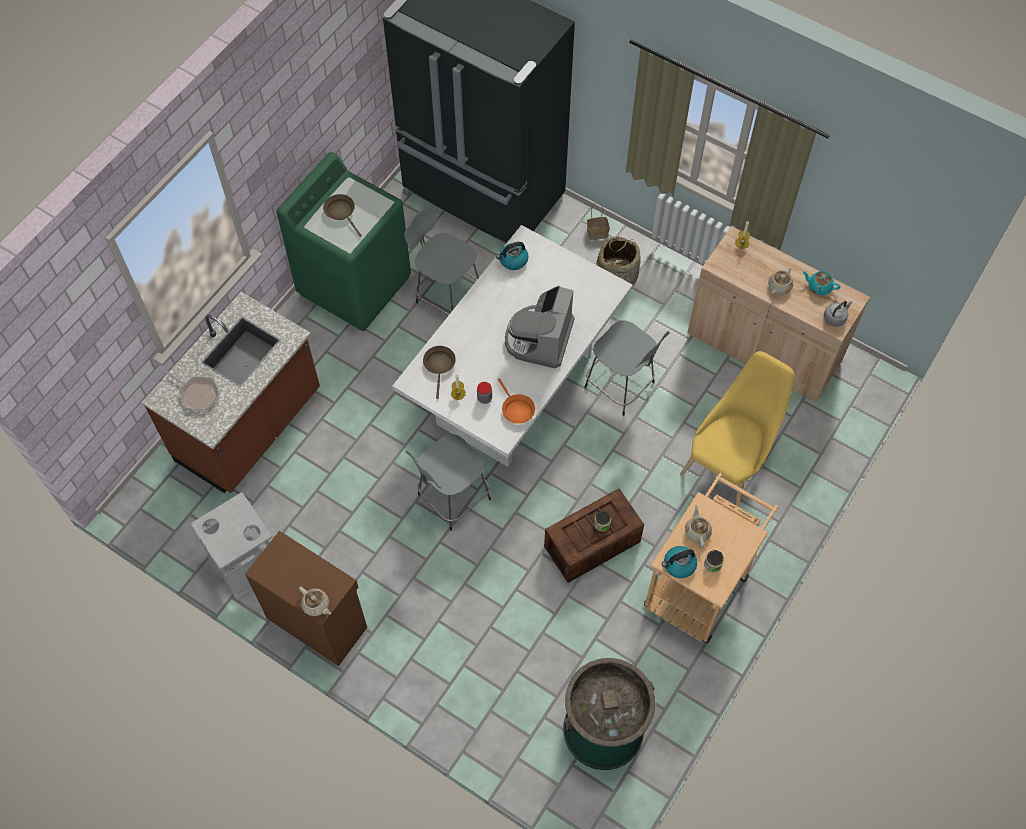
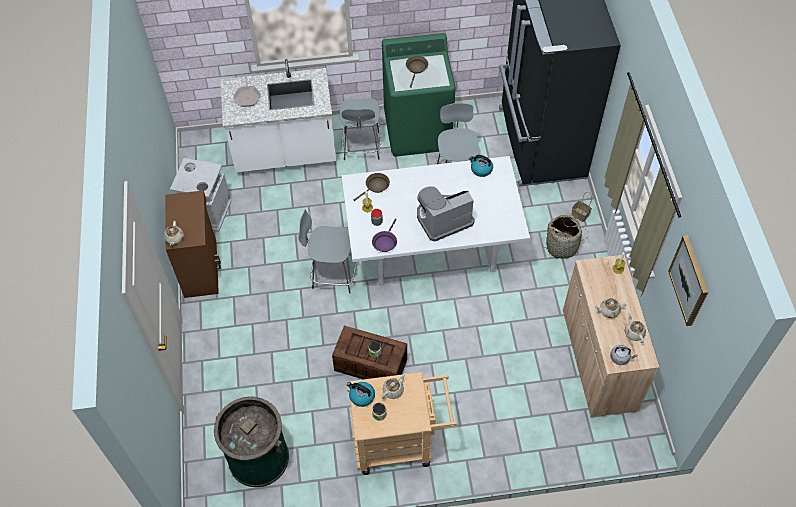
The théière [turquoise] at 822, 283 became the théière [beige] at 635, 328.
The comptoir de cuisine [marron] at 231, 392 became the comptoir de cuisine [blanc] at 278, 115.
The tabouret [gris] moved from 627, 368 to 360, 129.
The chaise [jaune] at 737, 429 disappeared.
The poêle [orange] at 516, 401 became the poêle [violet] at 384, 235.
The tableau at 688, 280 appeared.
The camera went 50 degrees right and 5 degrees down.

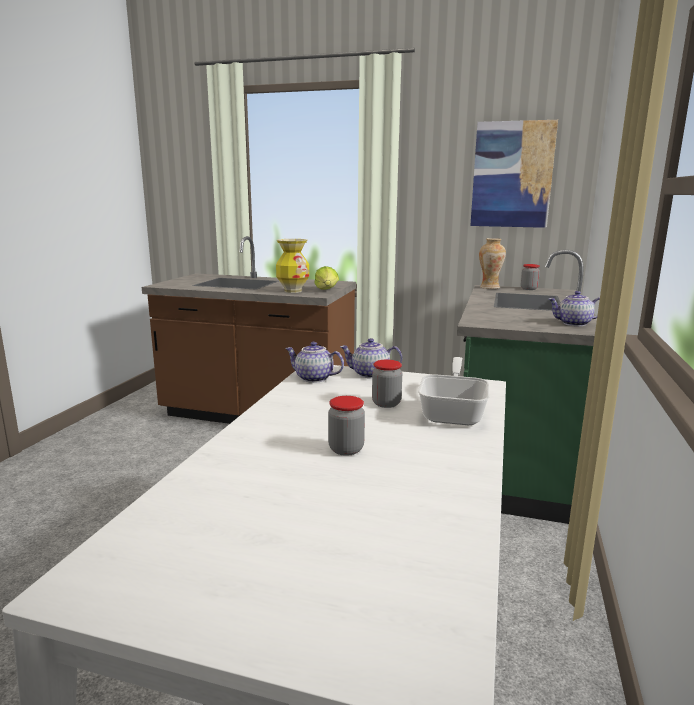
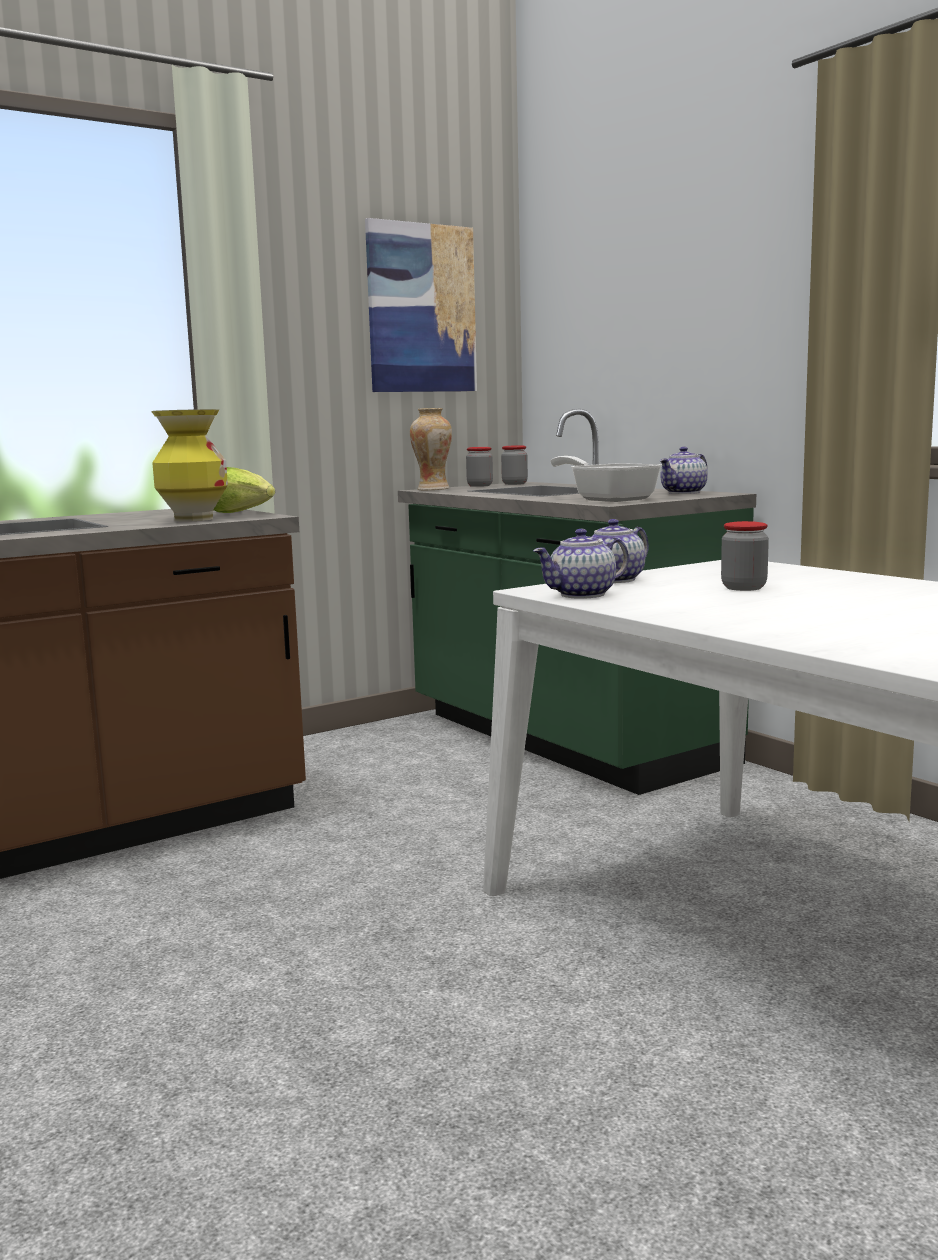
The poêle moved from 454, 391 to 606, 479.
The bocal moved from 346, 426 to 514, 465.
The camera went 50 degrees left and 5 degrees down.

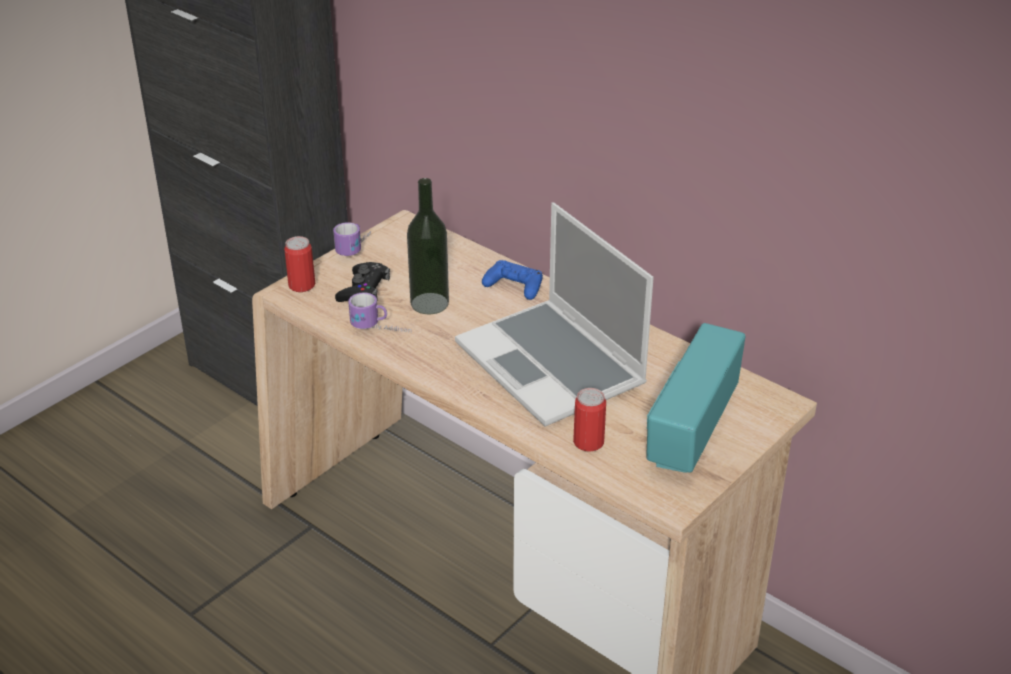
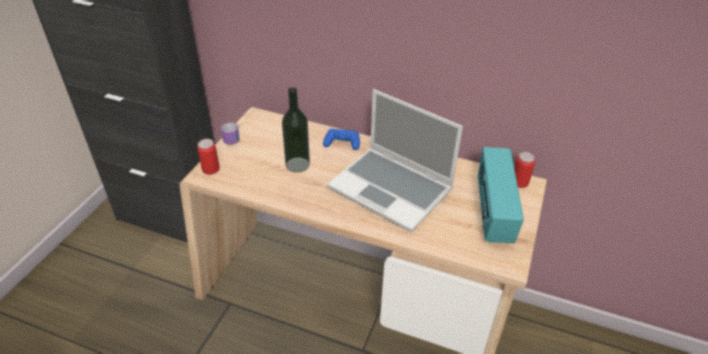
The manette [noir] at 362, 282 disappeared.
The mug at 380, 313 disappeared.
The boîte métallique moved from 589, 420 to 524, 170.
The camera went 20 degrees left and 5 degrees up.

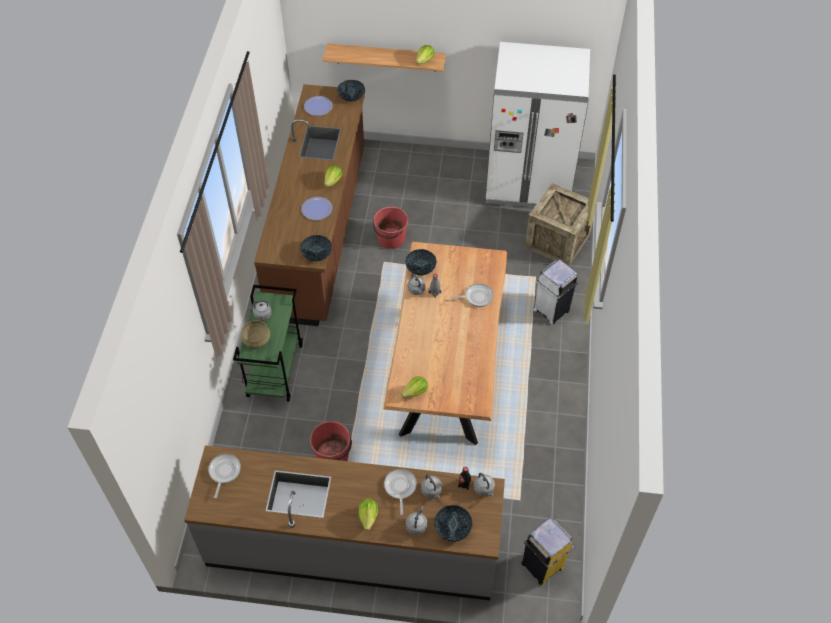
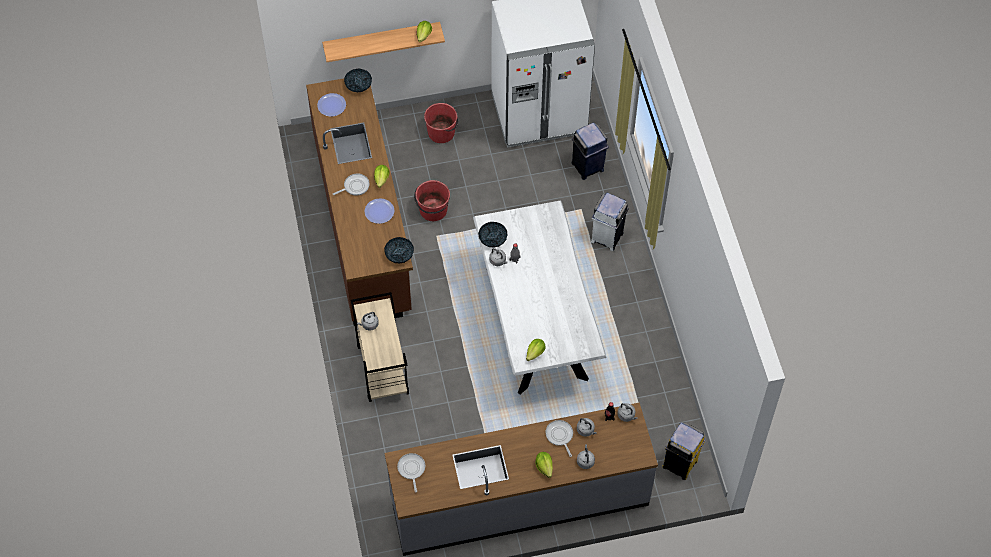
The caisse at 560, 224 was replaced by the poubelle [bleu] at 590, 151.
The table à manger [marron] at 445, 343 became the table à manger [blanc] at 540, 297.
The poêle moved from 472, 295 to 351, 184.
The chariot [vert] at 268, 343 became the chariot [beige] at 380, 347.
The marmite [beige] at 255, 334 disappeared.
The seau [rouge] moved from 331, 441 to 441, 123.
The bol at 453, 523 disappeared.
The camera went 20 degrees left and 5 degrees up.

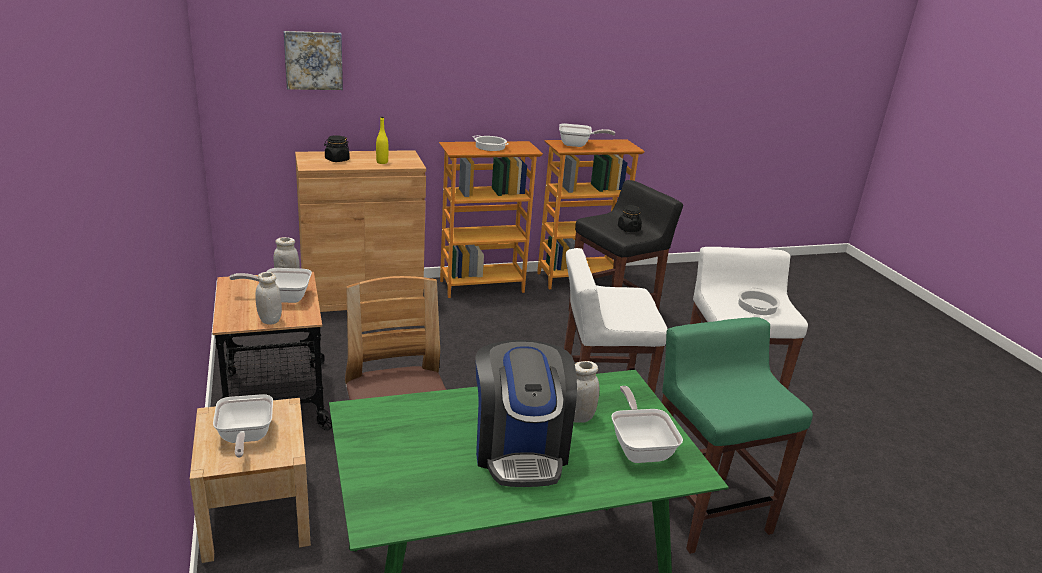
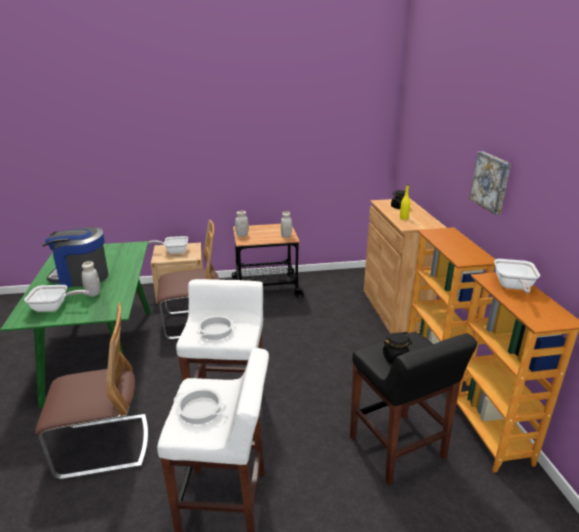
The tableau moved from 313, 60 to 490, 183.
The marmite moved from 491, 143 to 215, 327.
The poêle at 270, 285 disappeared.
The tabouret [vert] at 737, 435 was replaced by the chaise at 91, 391.
The camera went 100 degrees right and 0 degrees up.

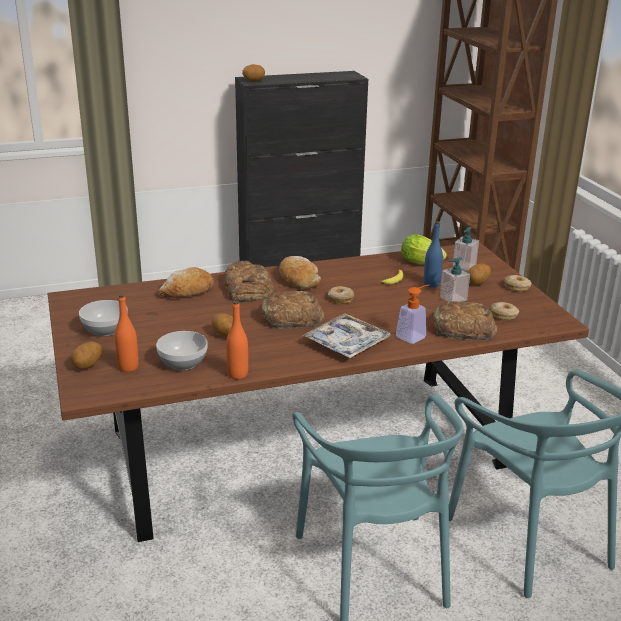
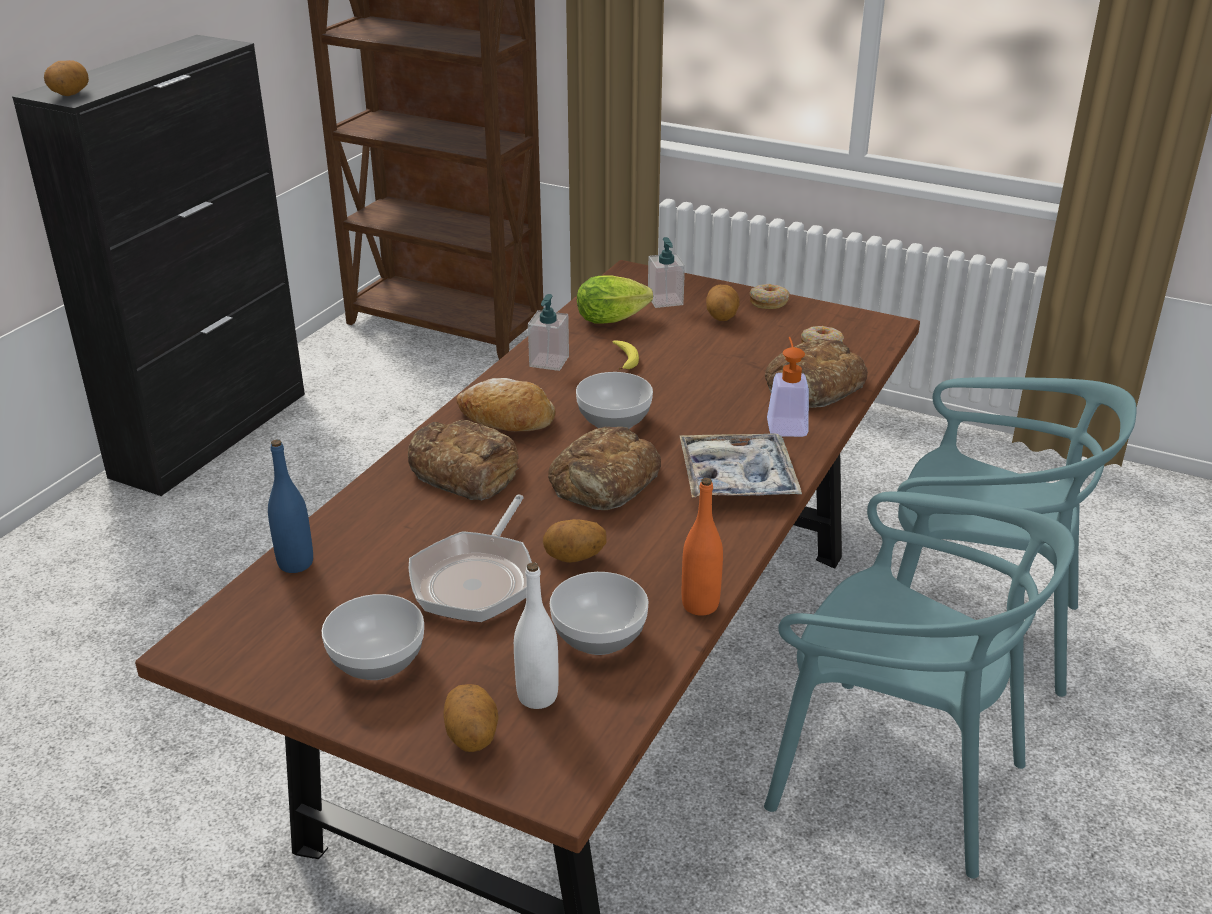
The bouteille [bleu] moved from 433, 255 to 290, 506.
The distributeur de savon moved from 455, 279 to 548, 332.
The pain at 186, 282 disappeared.
The beignet at 341, 295 was replaced by the bol at 614, 400.
The bouteille [orange] at 127, 333 became the bouteille [blanc] at 536, 635.
The poêle at 470, 558 appeared.
The camera went 45 degrees left and 5 degrees up.

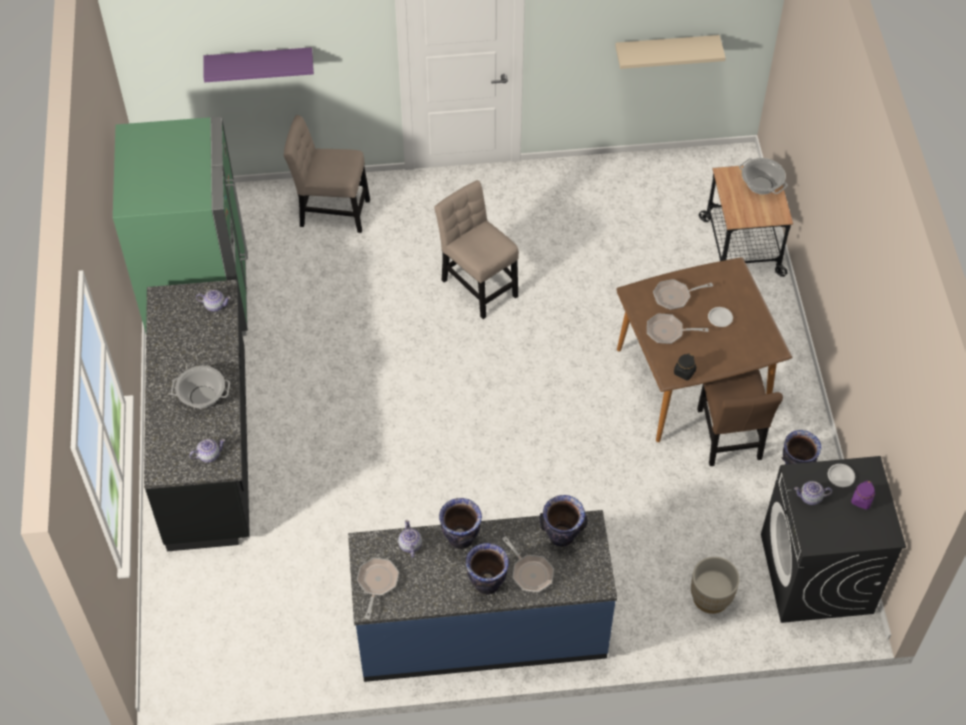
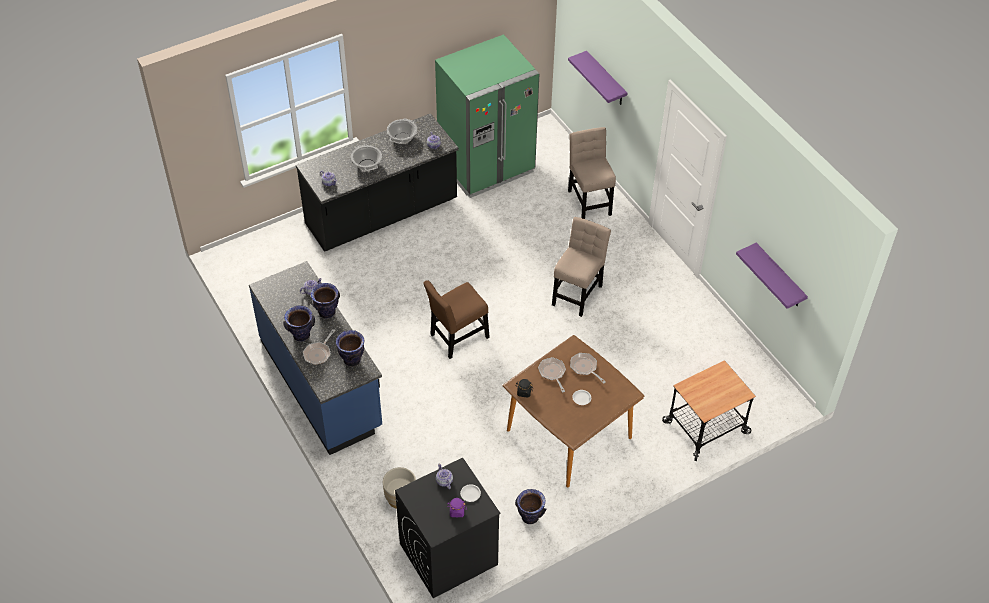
The étagère [beige] at 670, 52 became the étagère [violet] at 772, 276.
The marmite moved from 763, 176 to 402, 131.
The chaise [marron] moved from 740, 417 to 456, 319.
The poêle at 378, 588 disappeared.
The camera went 65 degrees right and 5 degrees down.

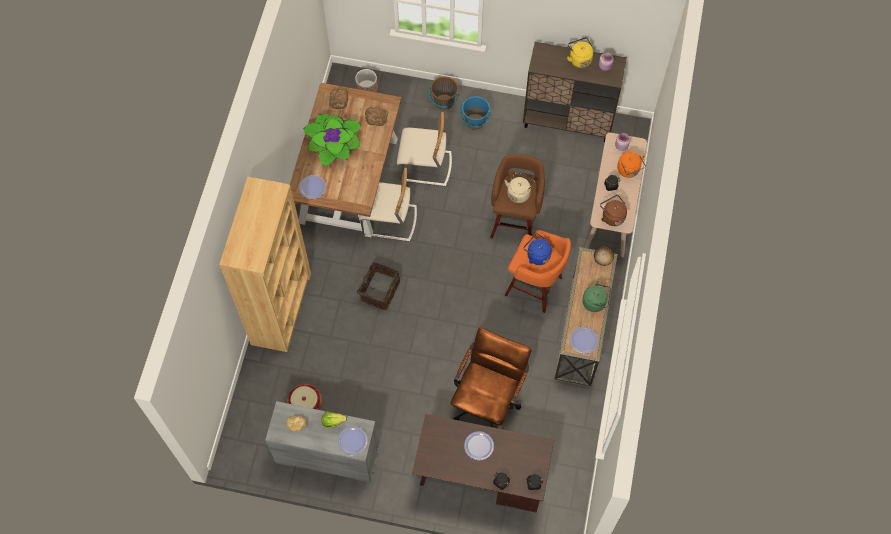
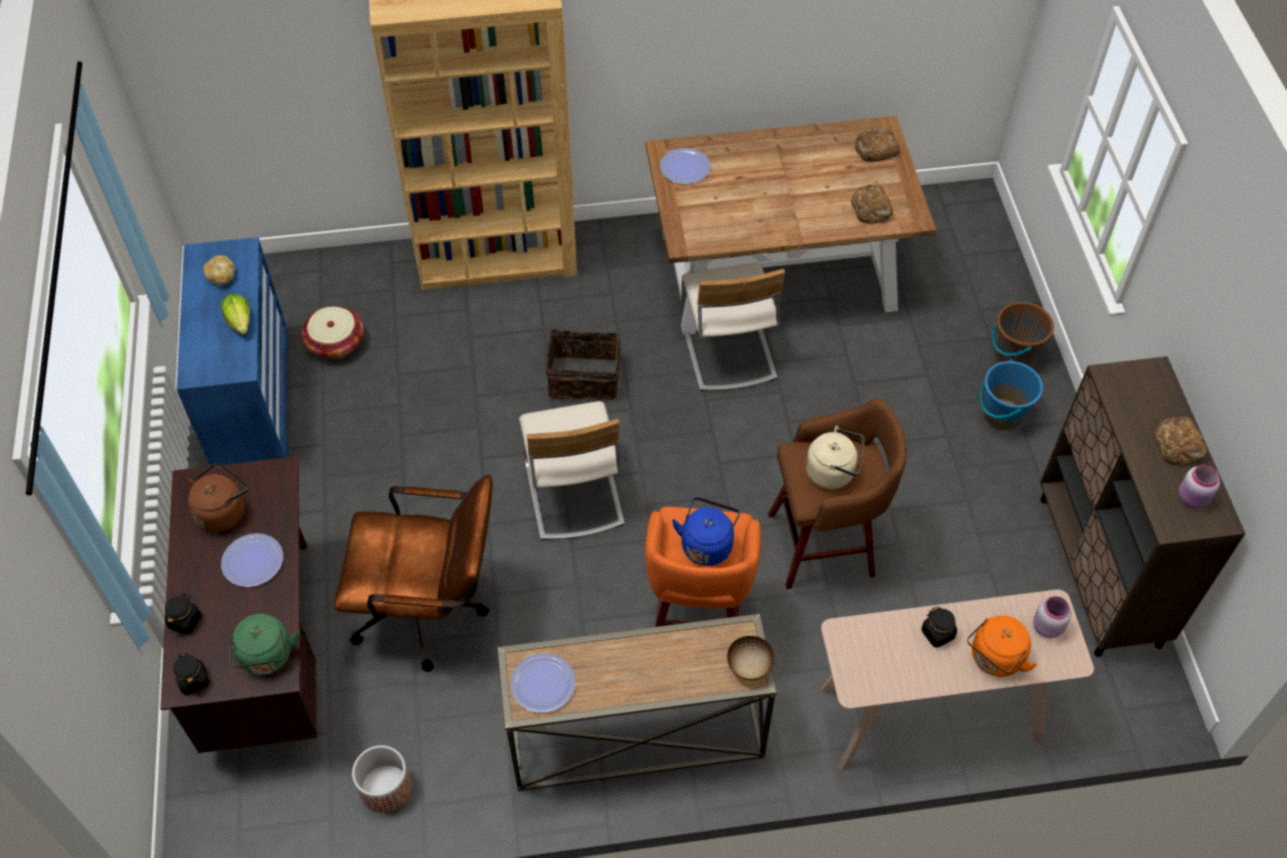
The bouilloire [jaune] at 580, 52 was replaced by the pain at 1180, 441.
The cache-pot moved from 366, 80 to 382, 779.
The chaise [beige] moved from 424, 149 to 572, 470.
The plante en pot at 331, 140 disappeared.
The bouilloire [marron] moved from 613, 210 to 218, 497.
The bouilloire [vert] moved from 596, 296 to 264, 644.
The commode [gris] at 322, 442 became the commode [bleu] at 232, 351.
The assiette at 352, 440 disappeared.
The camera went 70 degrees right and 10 degrees down.

